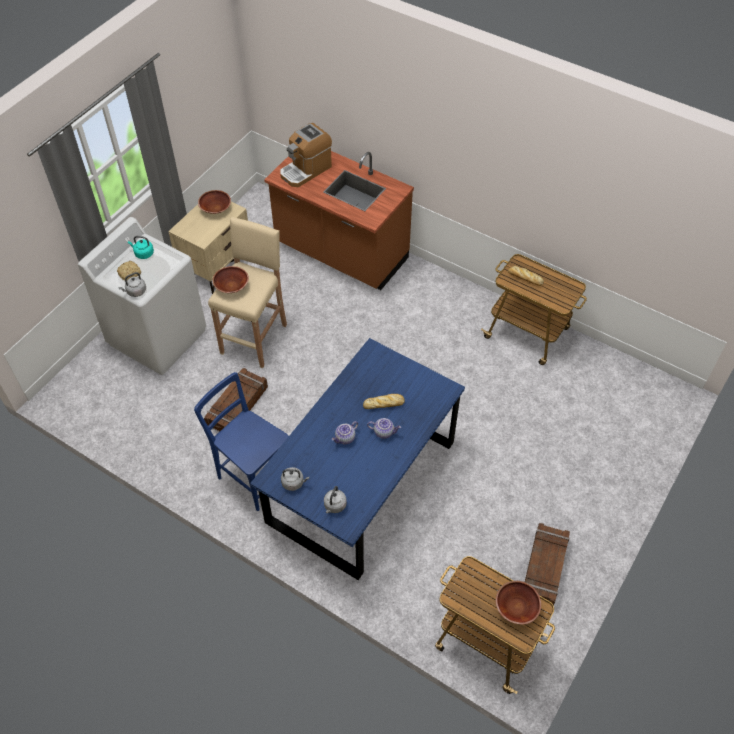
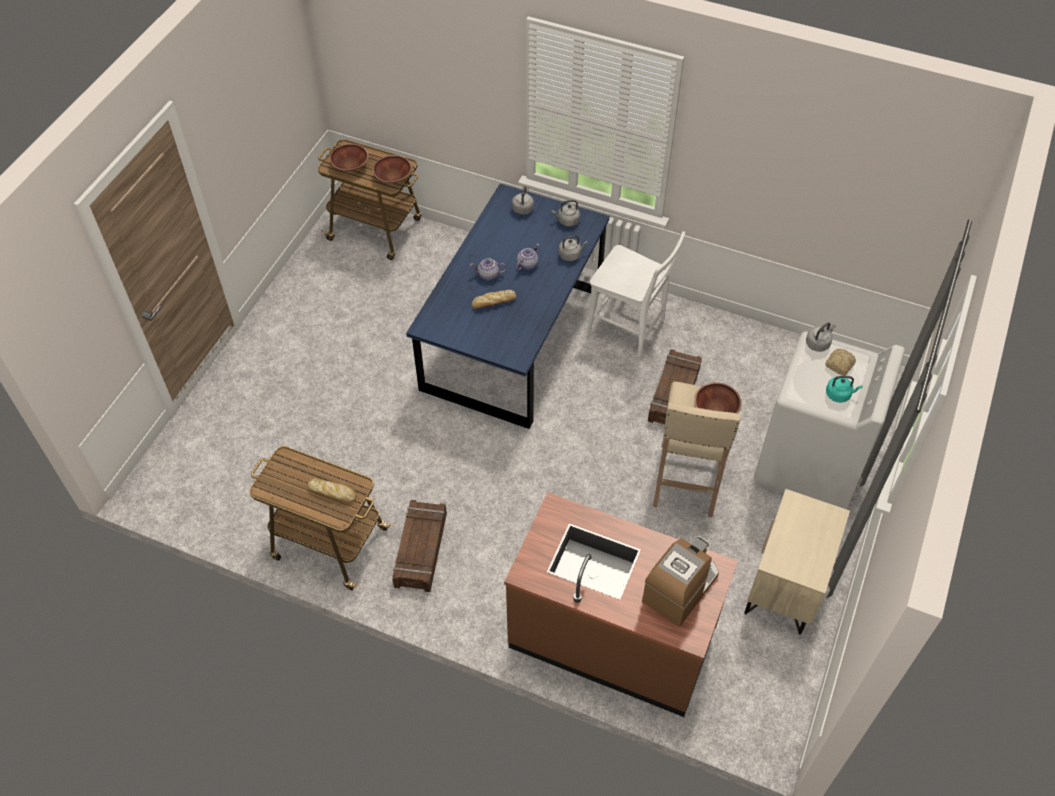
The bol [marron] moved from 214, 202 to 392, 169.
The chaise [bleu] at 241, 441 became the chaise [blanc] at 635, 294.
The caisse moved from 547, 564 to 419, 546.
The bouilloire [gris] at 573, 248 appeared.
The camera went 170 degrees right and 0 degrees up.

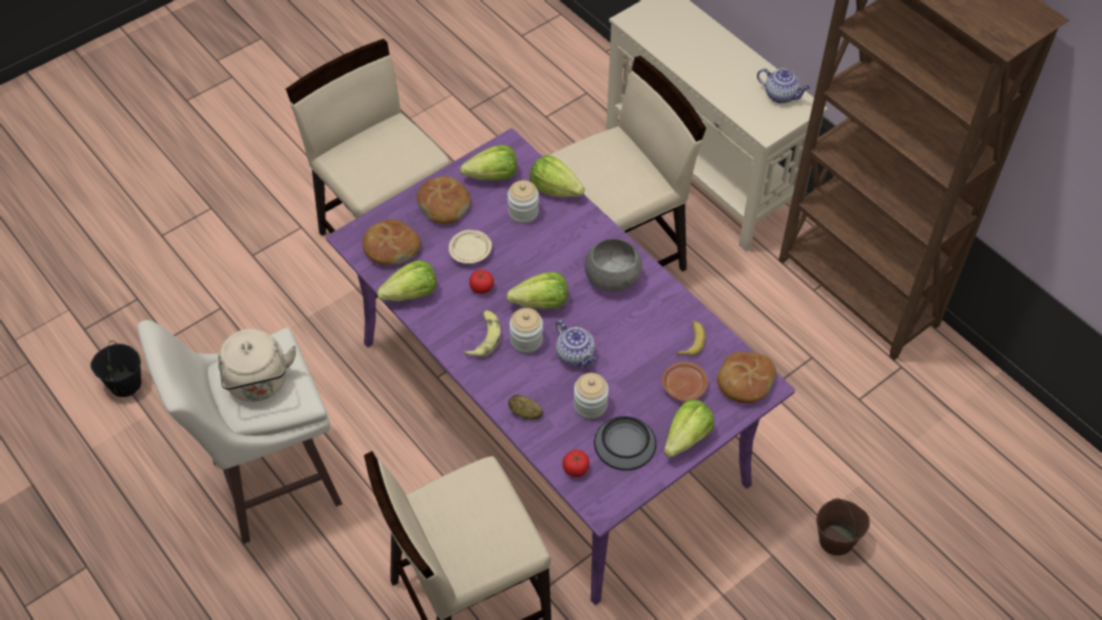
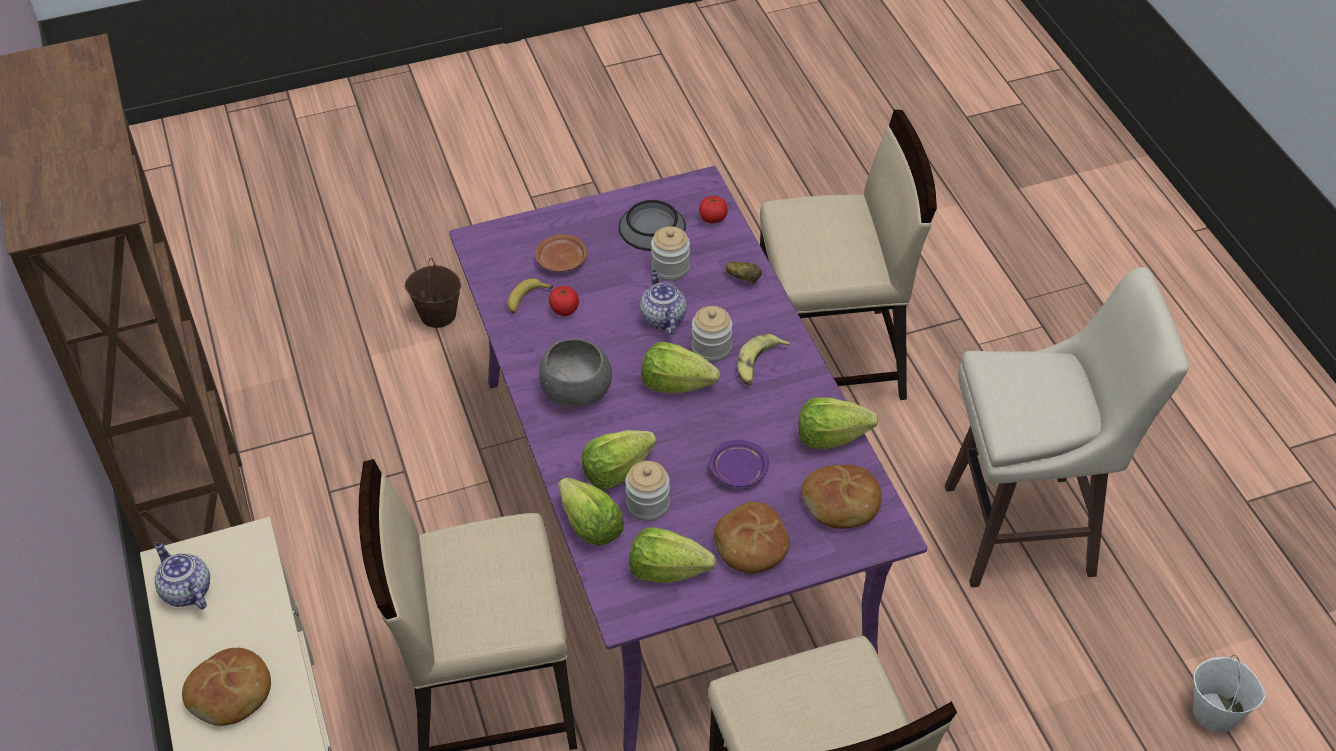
The assiette [beige] at 470, 247 became the assiette [violet] at 739, 463.
The tomate moved from 481, 282 to 564, 301.
The bouilloire [beige] at 257, 365 disappeared.
The seau [noir] at 115, 369 became the seau [blanc] at 1229, 693.
The pain moved from 746, 377 to 226, 687.
The laitue moved from 689, 428 to 619, 460.
The camera went 160 degrees left and 5 degrees down.

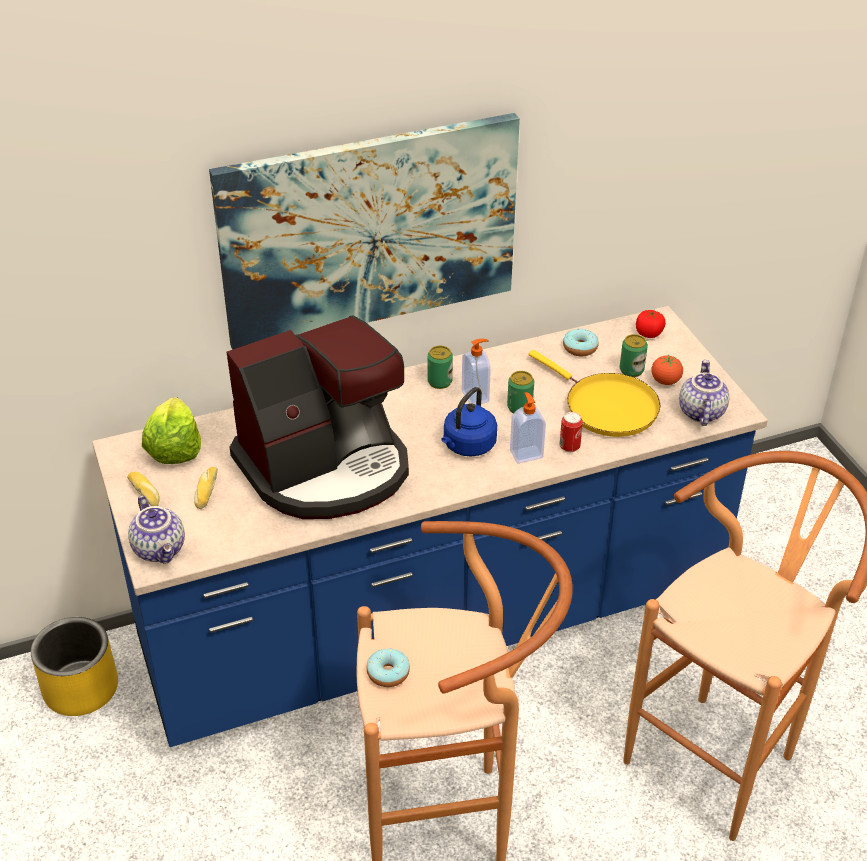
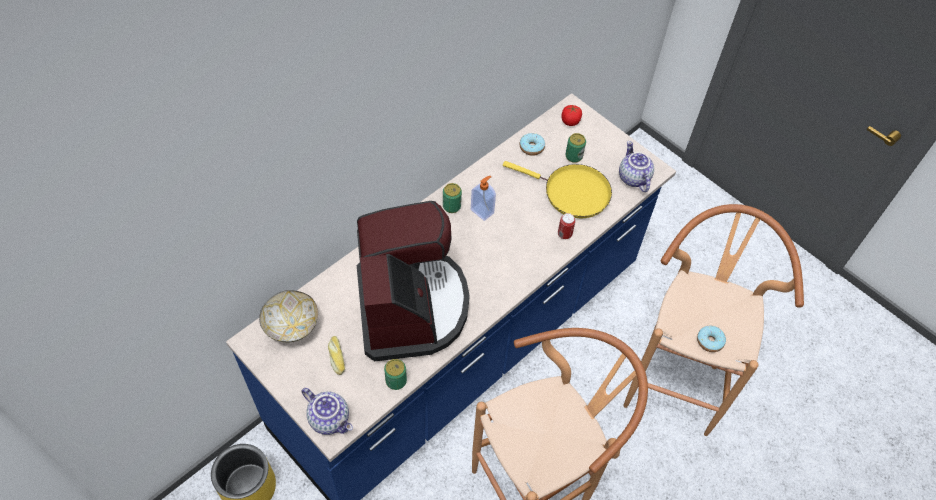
The tableau at 364, 231 disappeared.
The machine à café at 318, 417 turned 45 degrees counterclockwise.
The tomate at 667, 369 disappeared.
The boîte métallique moved from 520, 392 to 395, 374.
The bouilloire [bleu] at 469, 422 disappeared.
The distributeur de savon at 528, 427 disappeared.
The laitue at 171, 430 was replaced by the bol at 288, 316.
The pain at 143, 488 disappeared.
The beignet moved from 388, 667 to 711, 338.
The camera went 25 degrees left and 15 degrees up.

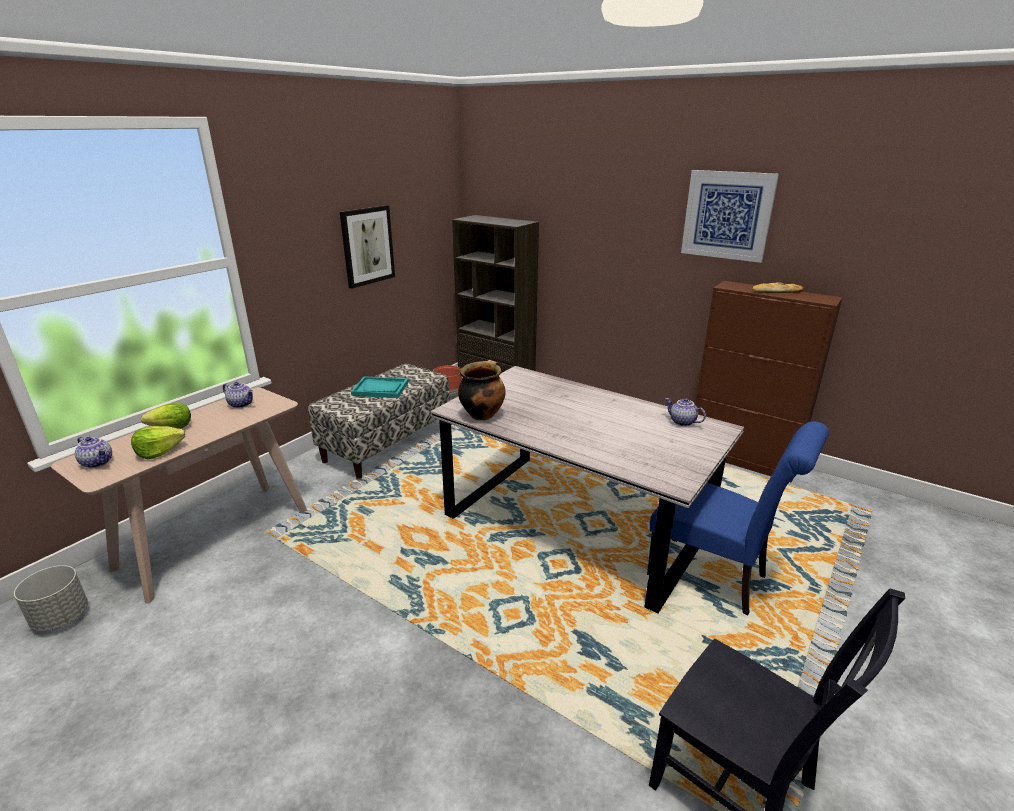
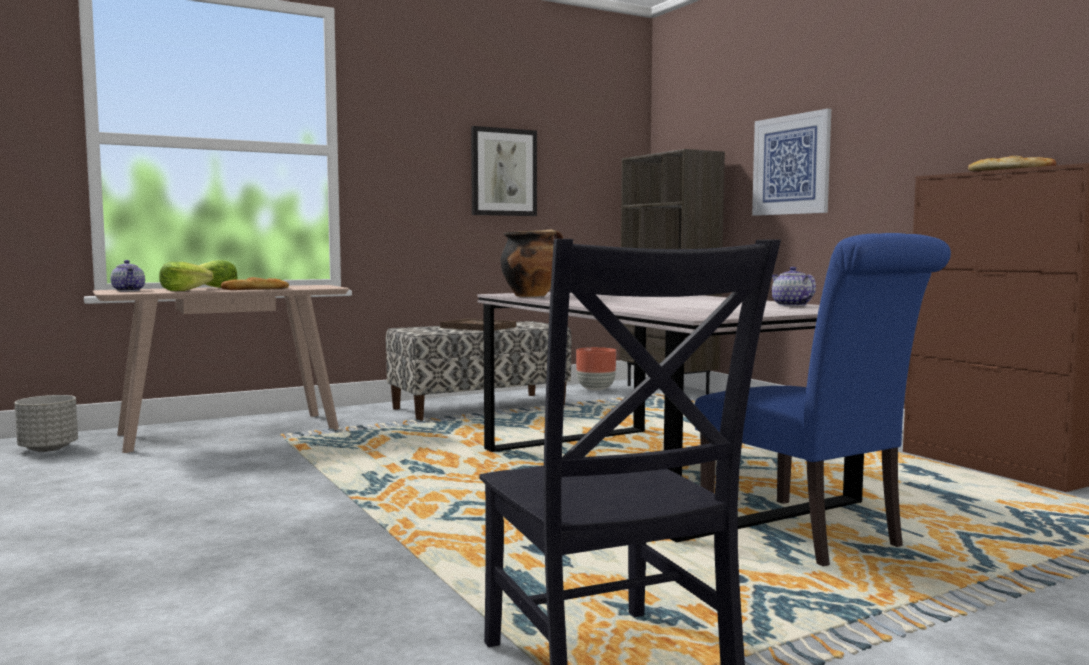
The tableau moved from 730, 216 to 791, 162.
The plateau [turquoise] at 379, 387 became the plateau [marron] at 478, 324.
The théière at 238, 395 disappeared.
The pain at 255, 283 appeared.
The camera went 25 degrees right and 20 degrees down.

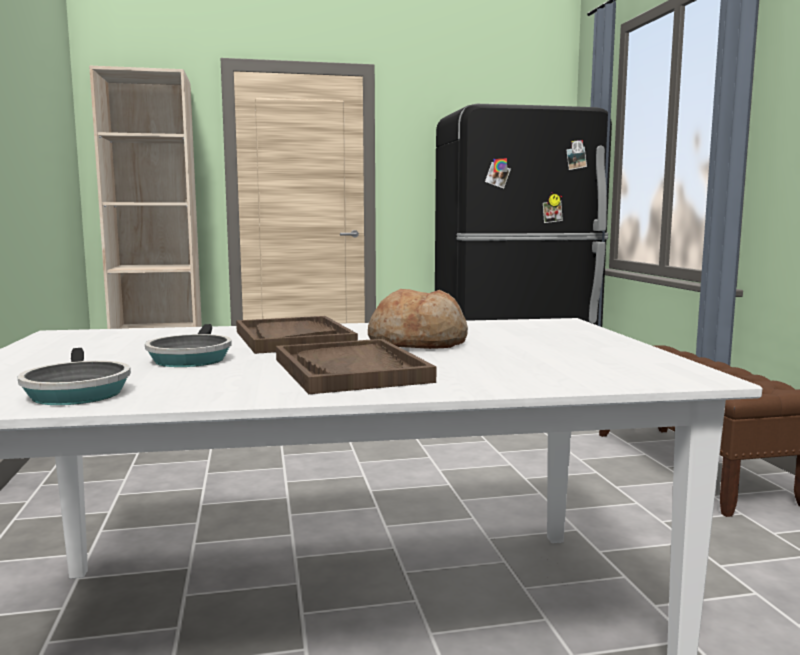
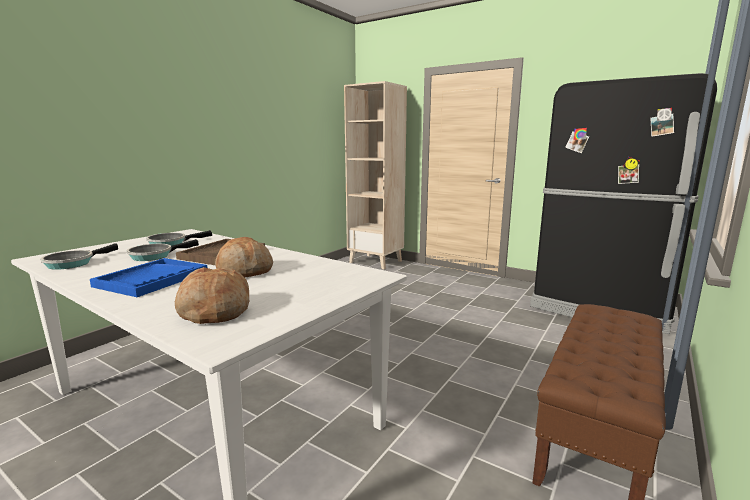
The plateau [marron] at 356, 366 became the plateau [bleu] at 148, 277.
The poêle at 179, 238 appeared.
The pain at 212, 295 appeared.
The camera went 45 degrees right and 5 degrees up.

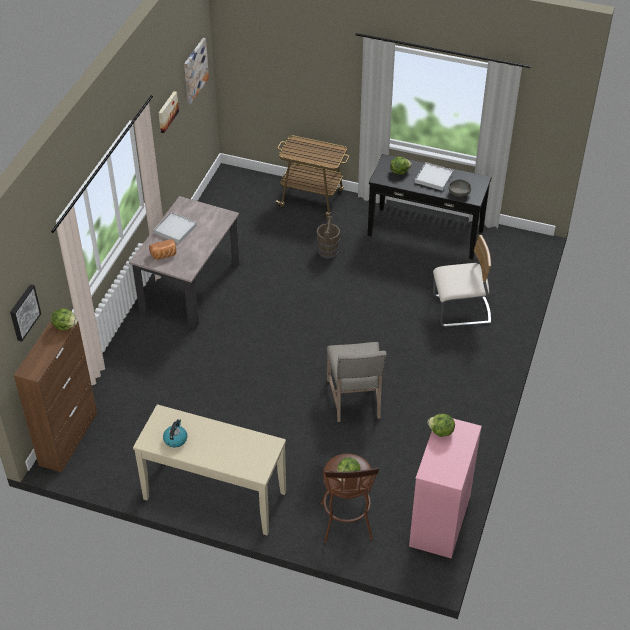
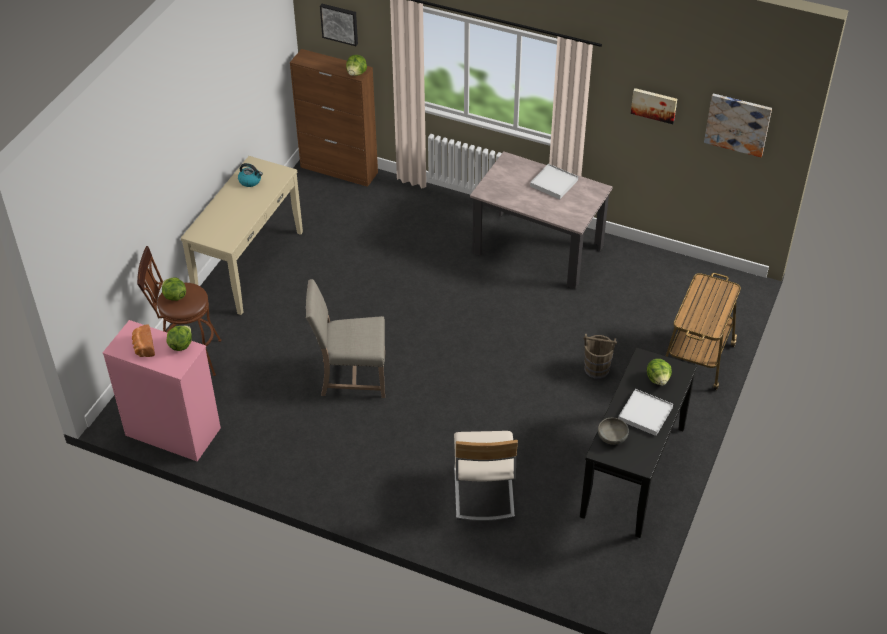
The pain moved from 163, 249 to 143, 340.
The camera went 95 degrees right and 0 degrees up.

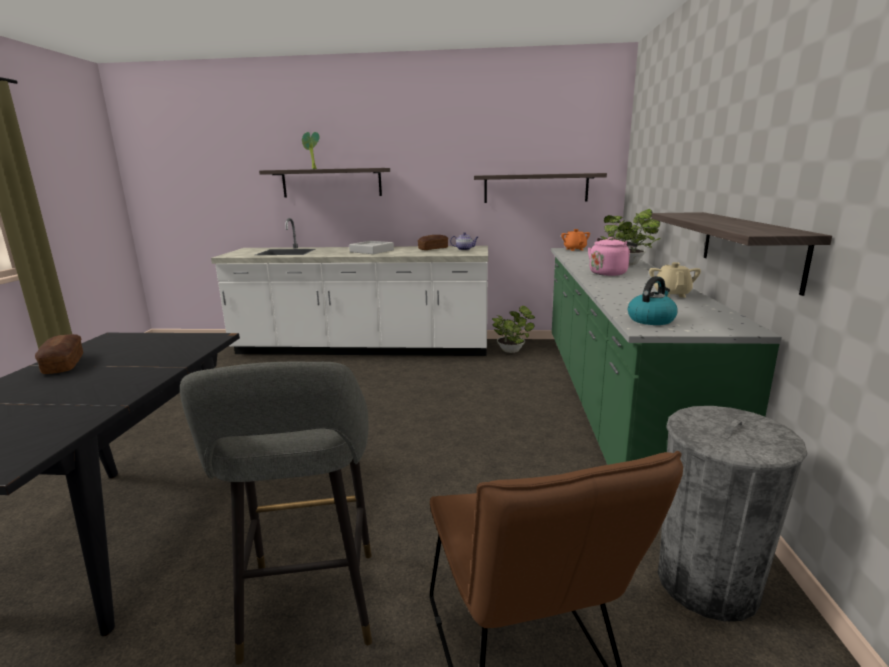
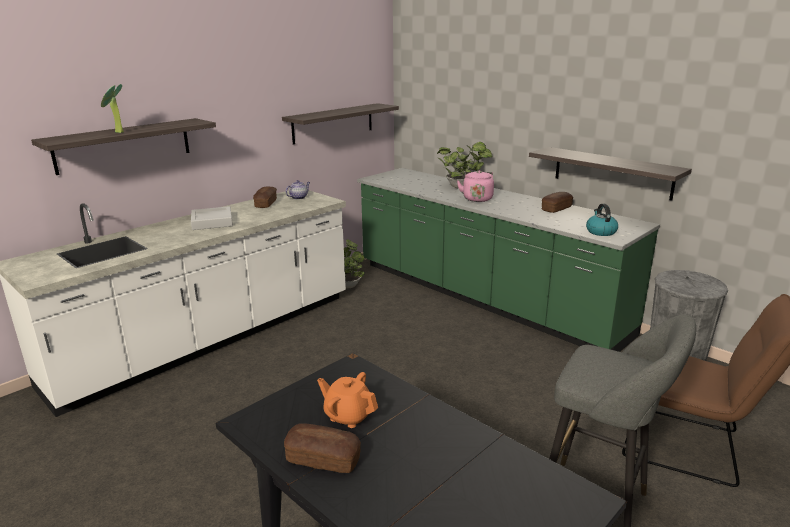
The théière [orange] moved from 575, 240 to 347, 400.
The théière [beige] at 675, 280 was replaced by the pain at 557, 202.
The camera went 50 degrees left and 5 degrees up.

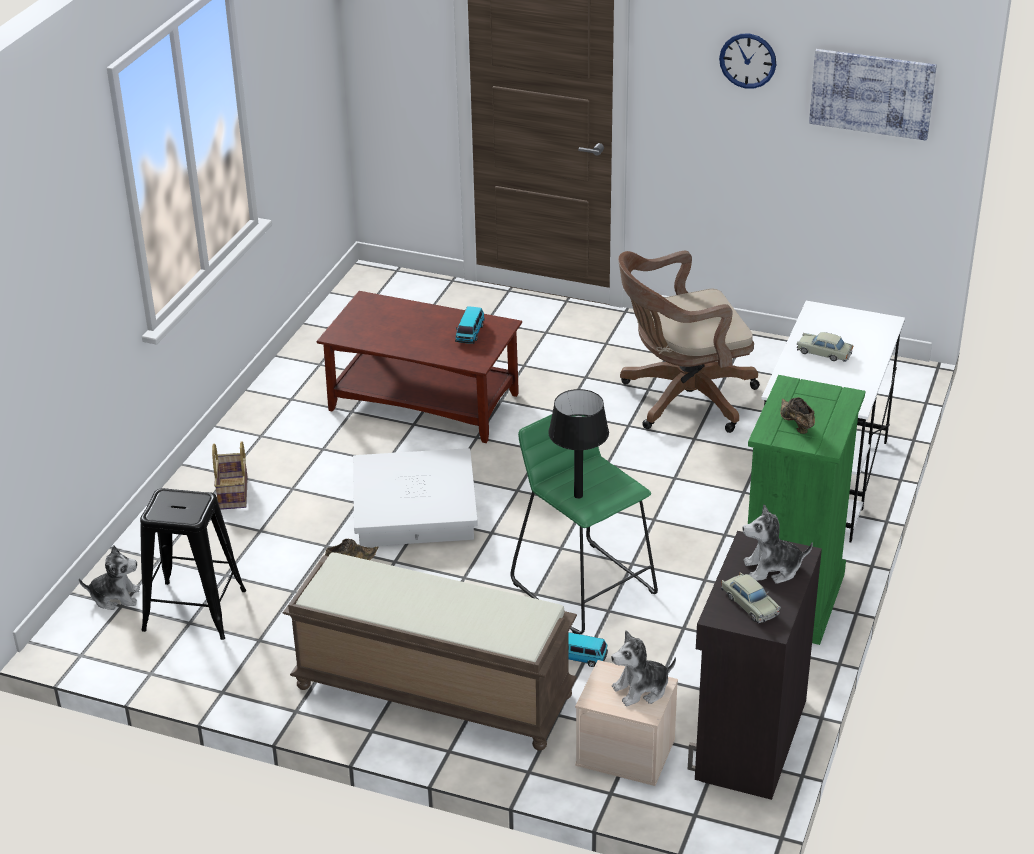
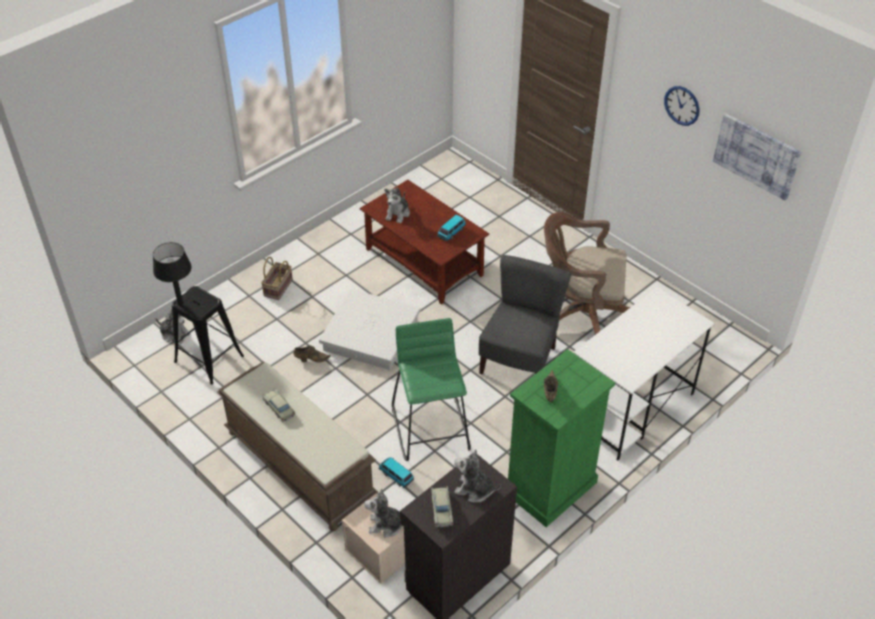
The petite voiture [beige] moved from 825, 347 to 278, 405.
The lampe de table [noir] moved from 578, 444 to 172, 274.
The peluche at 397, 205 appeared.
The chaise [gris] at 525, 315 appeared.
The camera went 25 degrees right and 10 degrees up.

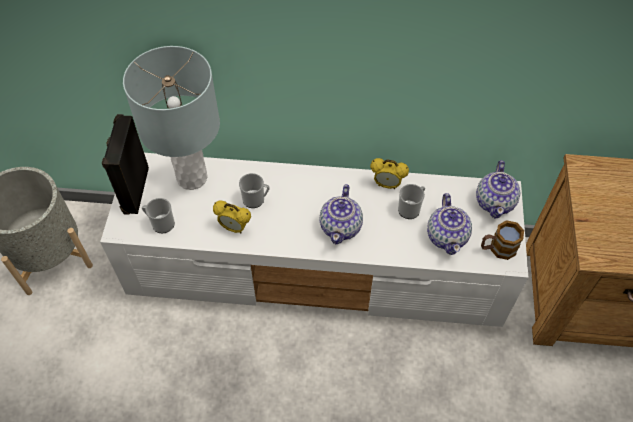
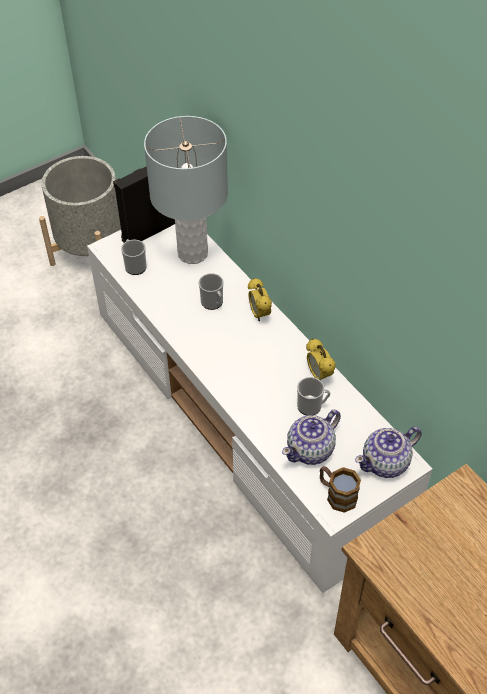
The théière at 341, 214 disappeared.
The réveil moved from 232, 217 to 260, 299.
The camera went 50 degrees right and 5 degrees down.

